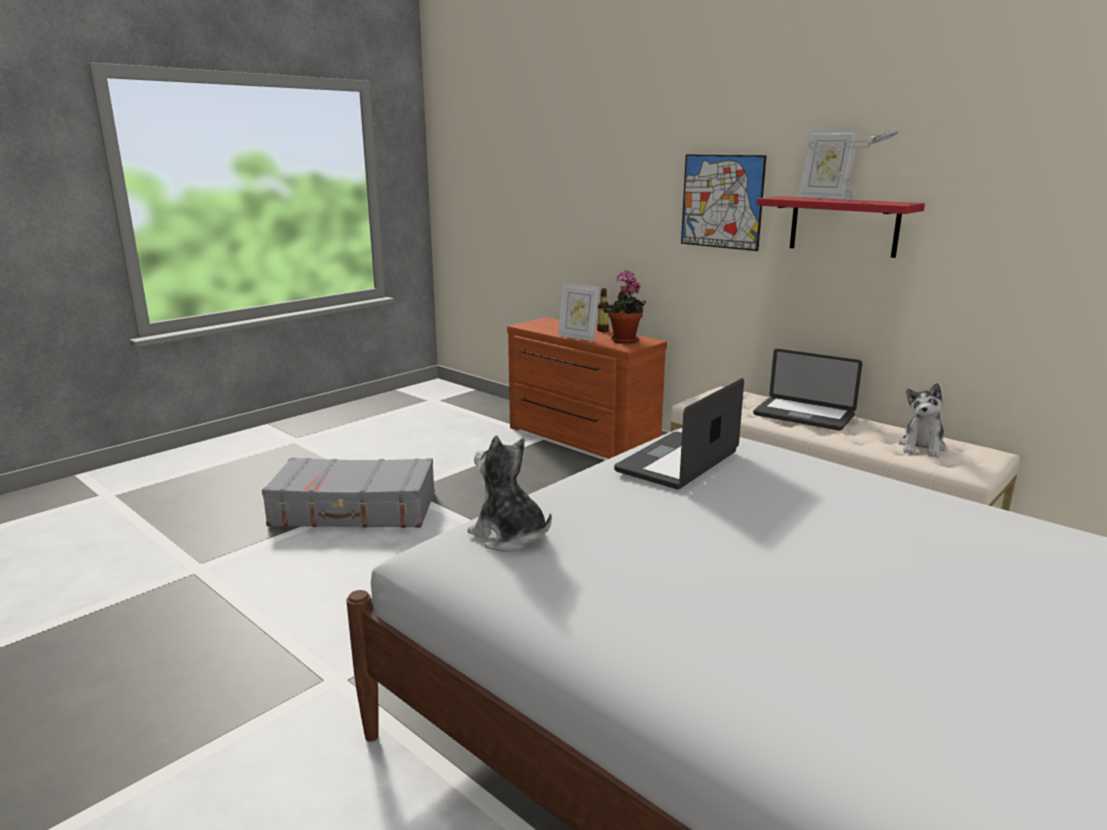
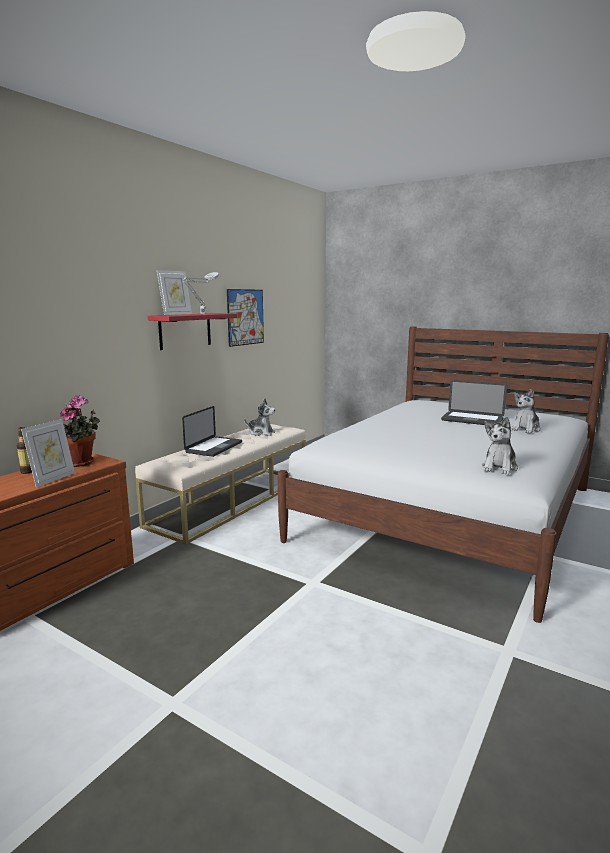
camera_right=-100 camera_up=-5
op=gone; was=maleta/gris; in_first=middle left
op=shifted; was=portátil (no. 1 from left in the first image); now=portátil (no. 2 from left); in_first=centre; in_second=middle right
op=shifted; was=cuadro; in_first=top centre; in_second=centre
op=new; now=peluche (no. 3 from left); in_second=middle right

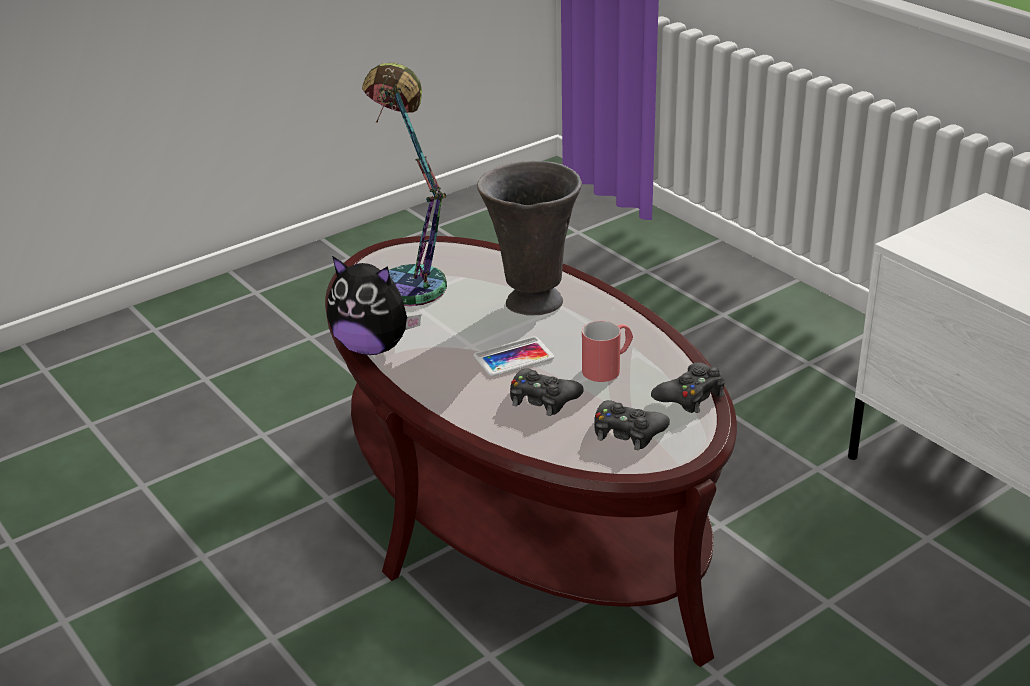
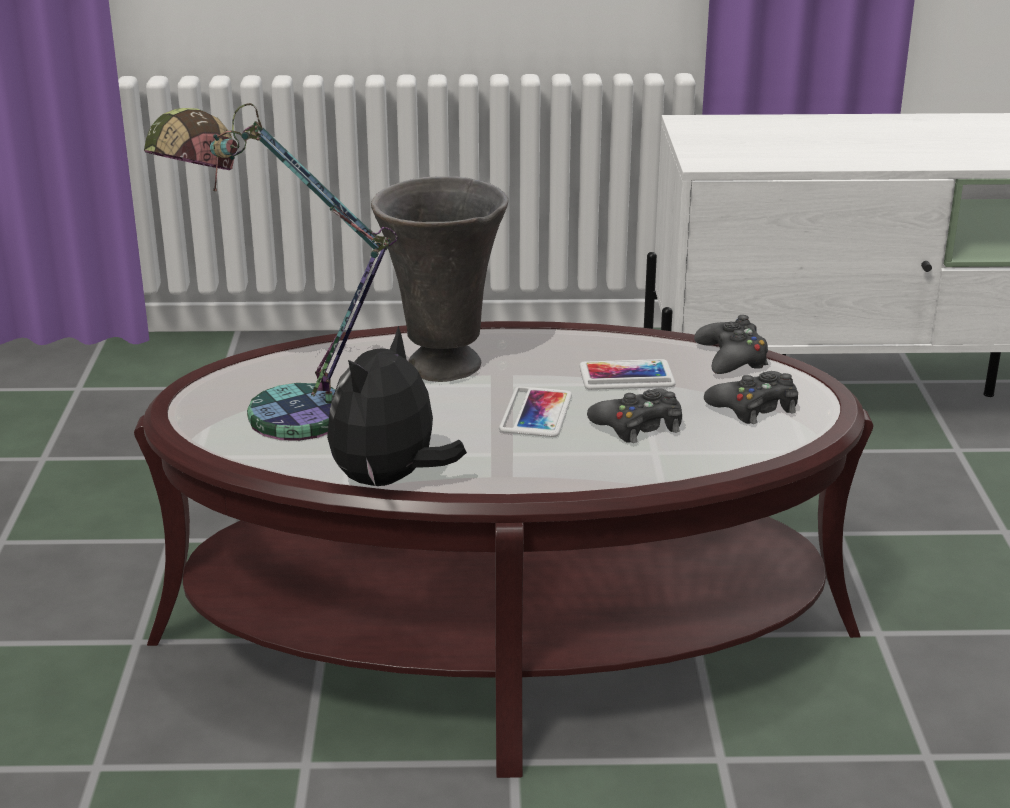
camera_right=-55 camera_up=-5
op=rotated; was=peluche; in_first=centre; in_second=centre; clockwise=150
op=swapped; was=taza grande/rojo; now=móvil (no. 2 from left); in_first=centre; in_second=centre

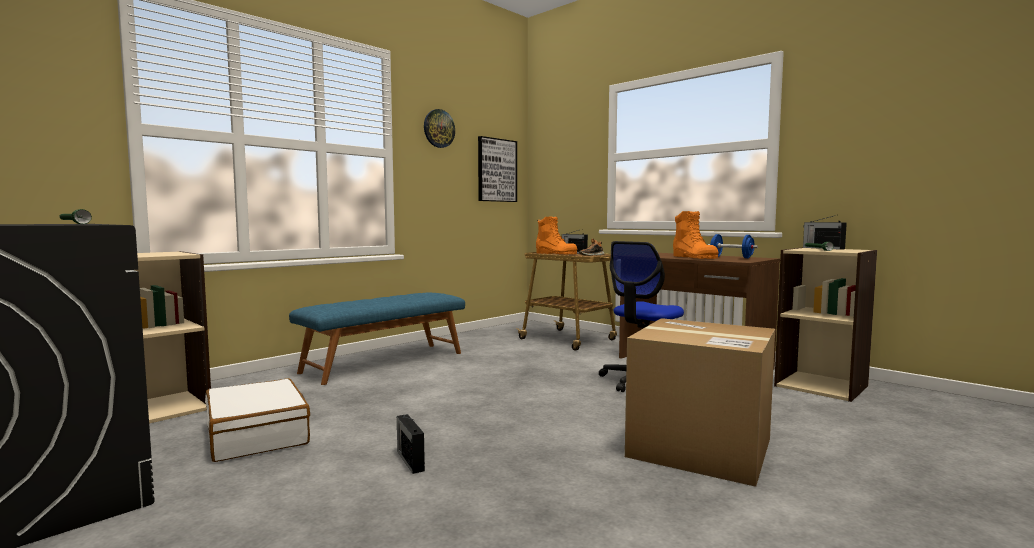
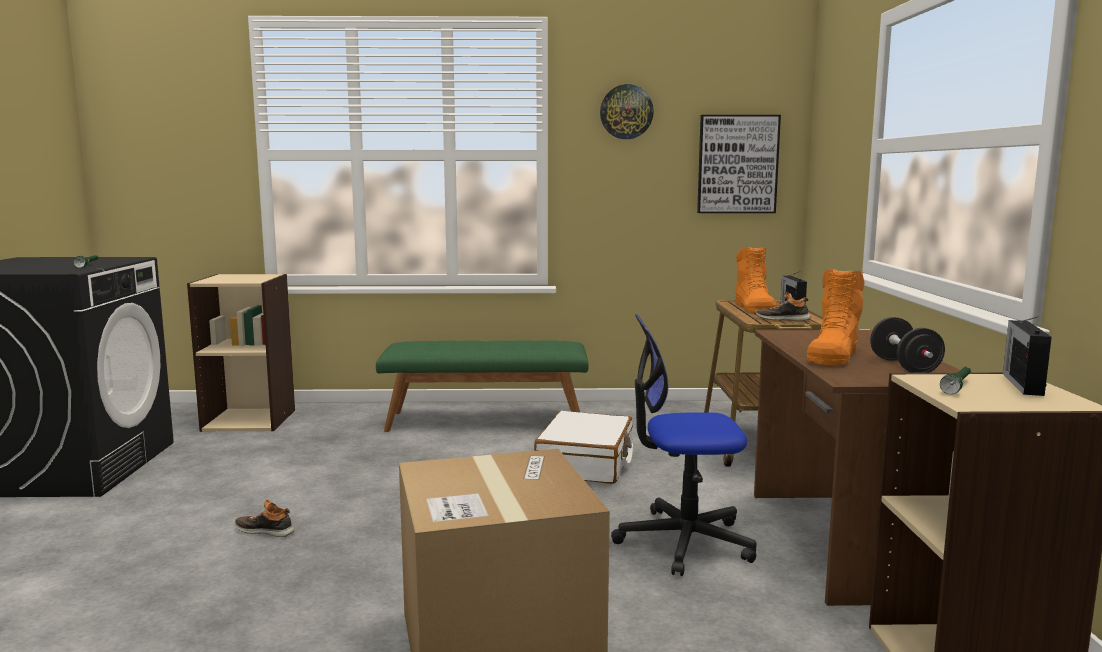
camera_right=45 camera_up=5
op=shifted; was=maleta/blanco; in_first=bottom left; in_second=bottom centre
op=repainted; was=banco/azul; now=banco/verde; in_first=centre; in_second=centre
op=swapped; was=radio (no. 1 from left); now=zapato (no. 1 from left); in_first=bottom centre; in_second=bottom left
op=repainted; was=mancuerna/azul; now=mancuerna/negro; in_first=middle right; in_second=middle right

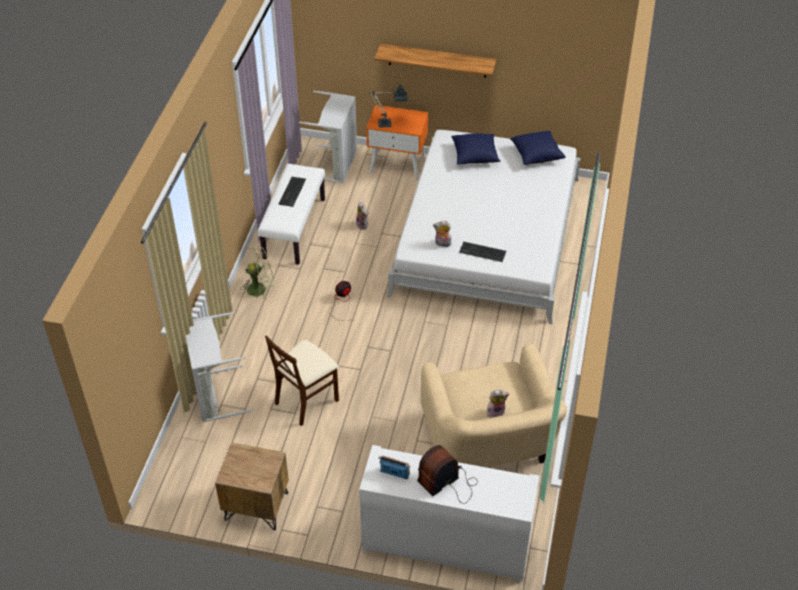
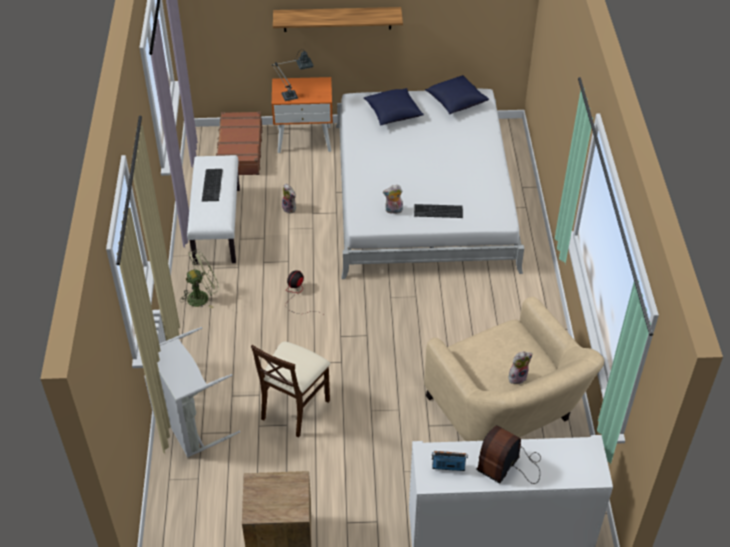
camera_right=-15 camera_up=0
op=swapped; was=cesto de la ropa/gris (no. 2 from left); now=maleta/marrón; in_first=top centre; in_second=top left

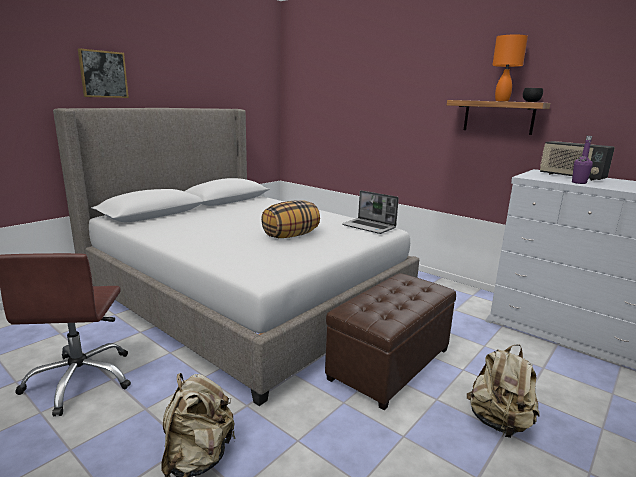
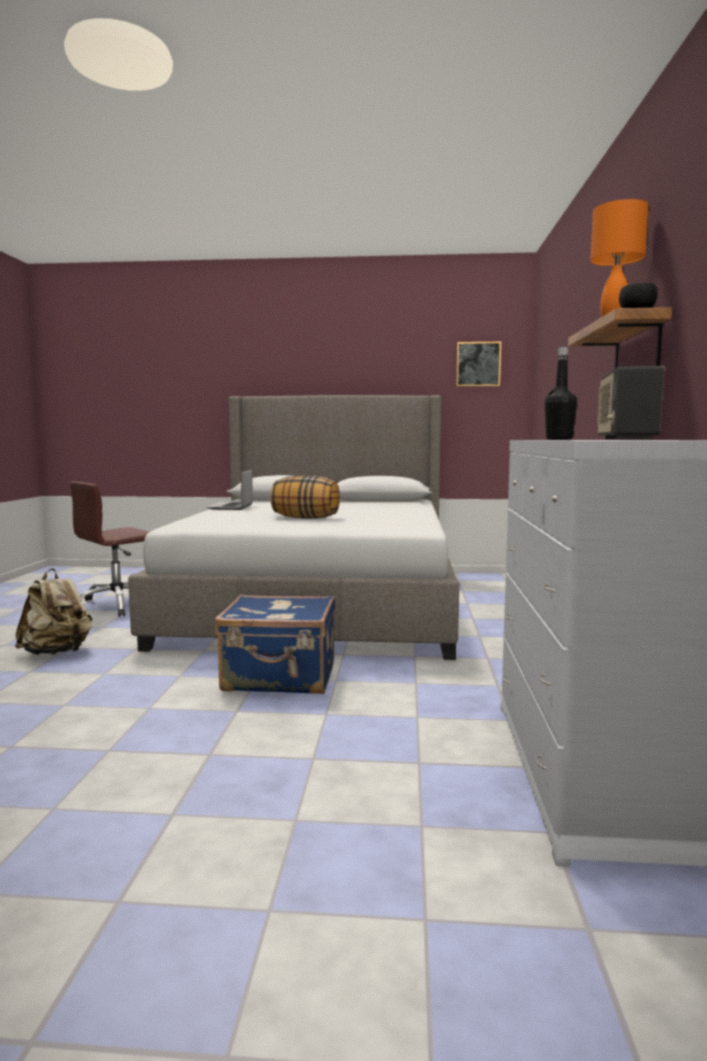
camera_right=55 camera_up=-10
op=shifted; was=cuadro; in_first=top left; in_second=middle right
op=swapped; was=puf/marrón; now=maleta/azul; in_first=bottom centre; in_second=centre
op=shifted; was=portátil; in_first=centre; in_second=middle left
op=gone; was=mochila/beis (no. 2 from left); in_first=bottom right
op=repainted; was=botella/morado; now=botella/negro; in_first=middle right; in_second=middle right

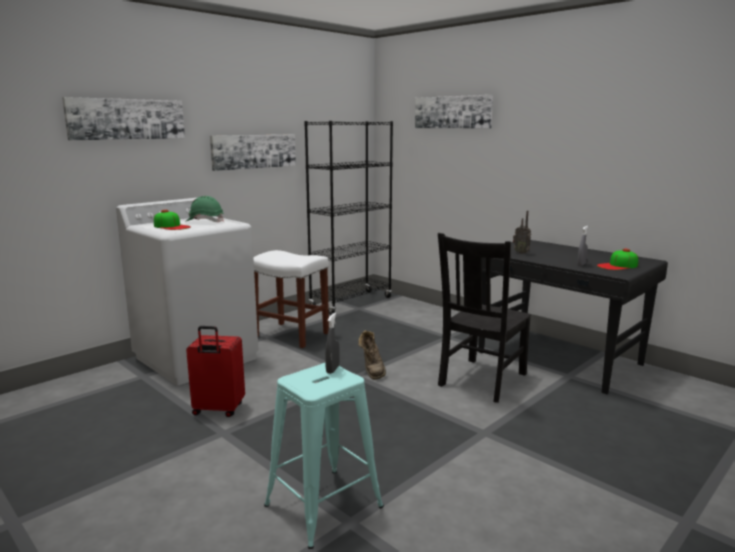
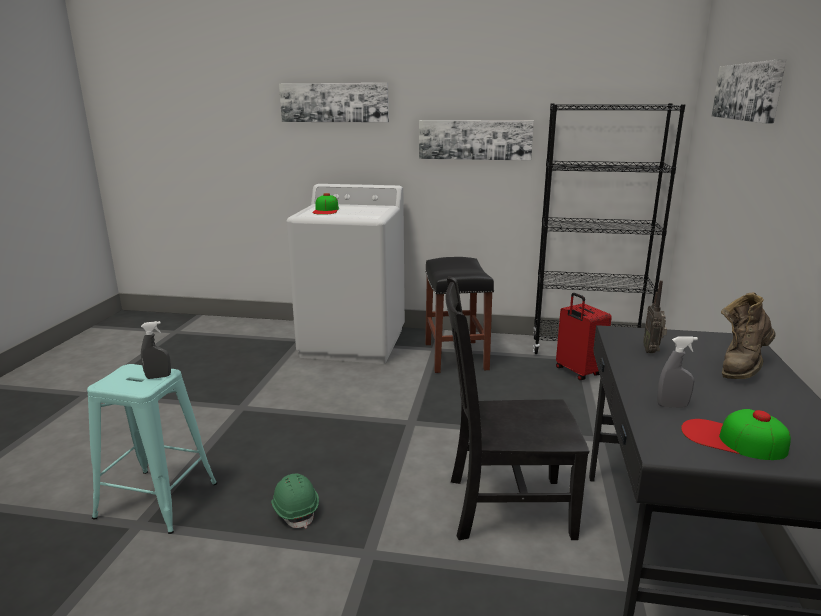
camera_right=55 camera_up=5
op=shifted; was=casco/verde; in_first=middle left; in_second=bottom centre
op=shifted; was=maleta/rojo; in_first=bottom left; in_second=middle right
op=repainted; was=taburete/blanco; now=taburete/negro; in_first=centre; in_second=centre
op=shifted; was=bota/marrón; in_first=centre; in_second=middle right

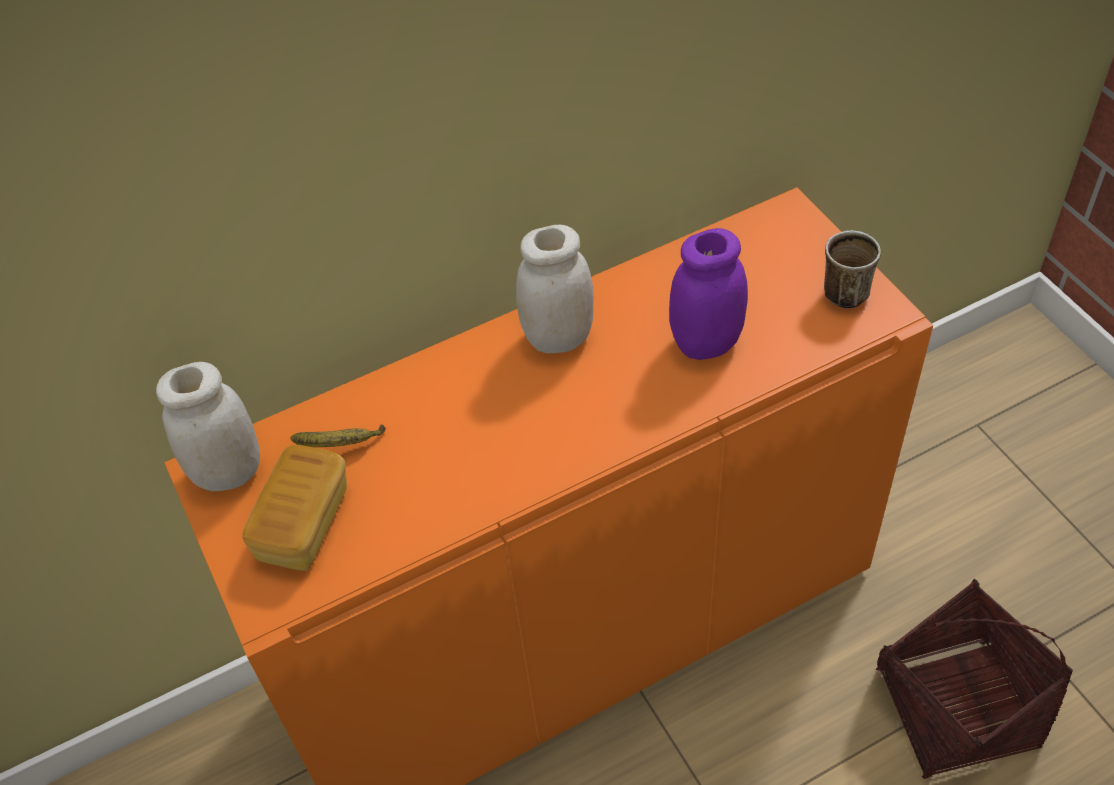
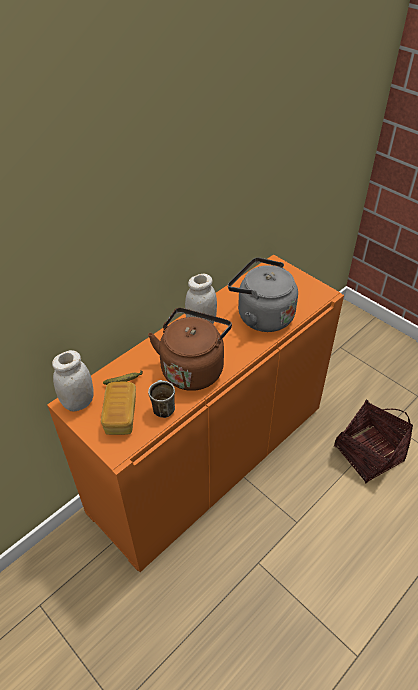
camera_right=-20 camera_up=-5
op=swapped; was=tarro/morado; now=hervidor/gris; in_first=centre; in_second=centre
op=shifted; was=taza grande; in_first=middle right; in_second=centre
op=new; now=hervidor/marrón; in_second=centre

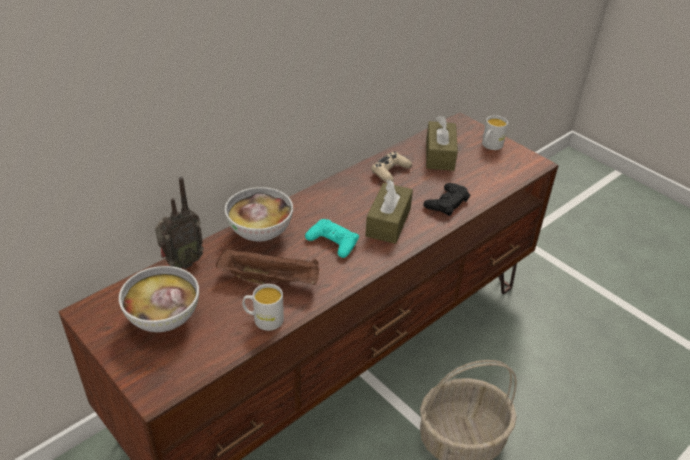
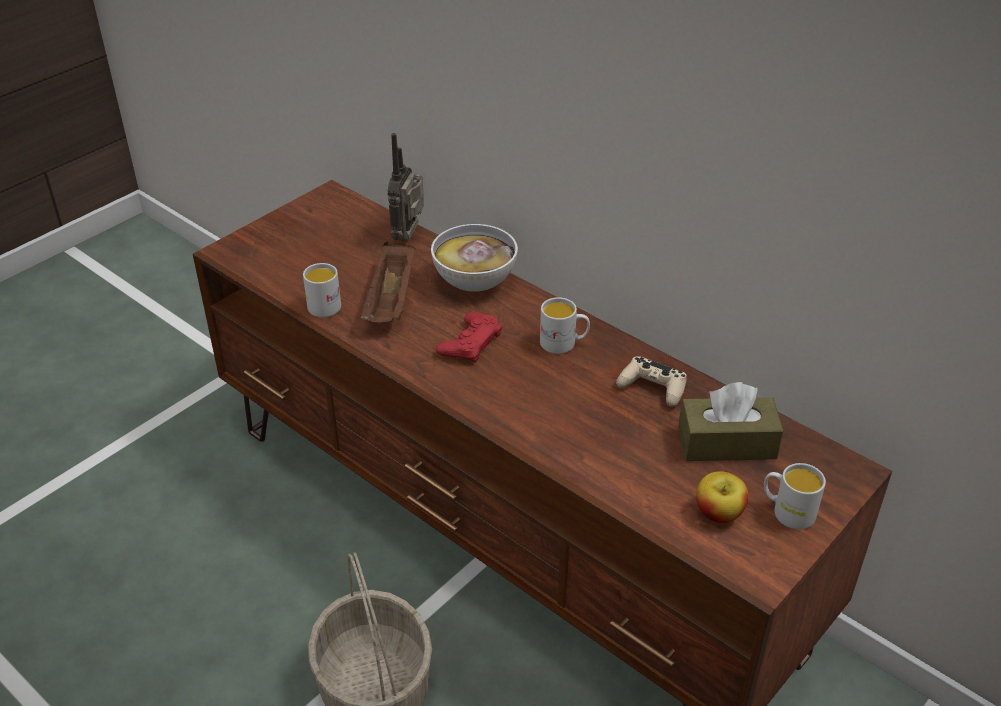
camera_right=85 camera_up=0
op=gone; was=cuenco (no. 1 from left); in_first=middle left
op=rotated; was=radio; in_first=middle left; in_second=top centre; clockwise=60
op=repainted; was=mando de consola/turquesa; now=mando de consola/rojo; in_first=centre; in_second=centre
op=gone; was=caja de pañuelos/marrón (no. 1 from left); in_first=centre
op=gone; was=mando de consola/negro; in_first=centre
op=new; now=taza grande/blanco (no. 2 from left); in_second=centre
op=new; now=manzana; in_second=bottom right

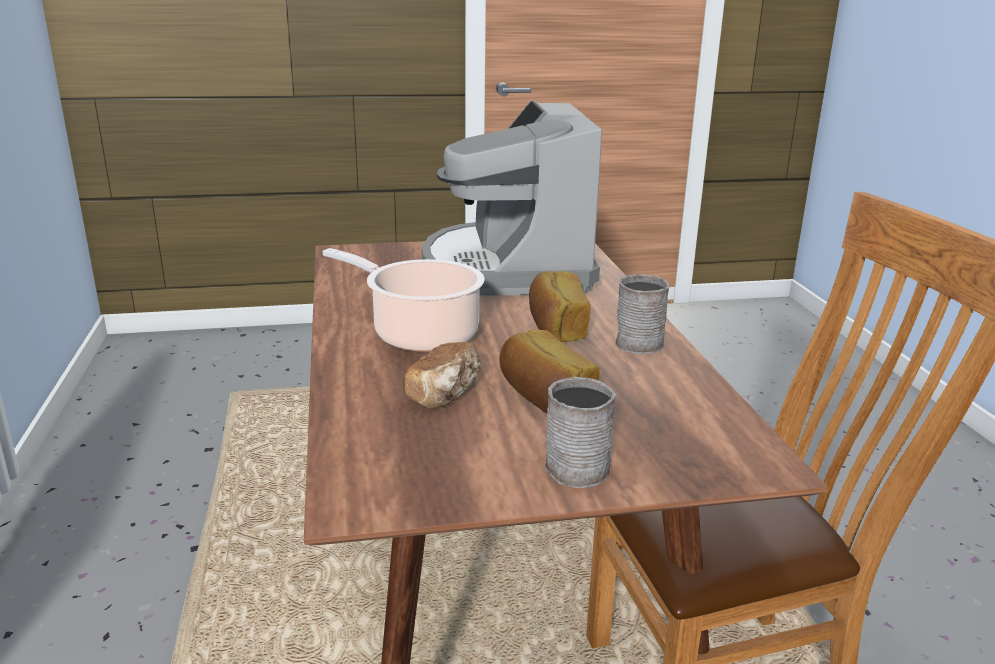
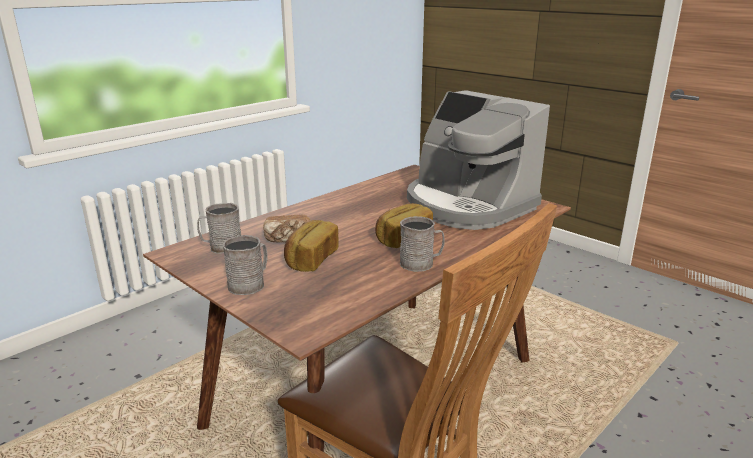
camera_right=55 camera_up=0
op=gone; was=olla; in_first=centre
op=rotated; was=cafetera; in_first=top centre; in_second=centre; clockwise=-90
op=new; now=taza grande/gris (no. 1 from left); in_second=middle left

